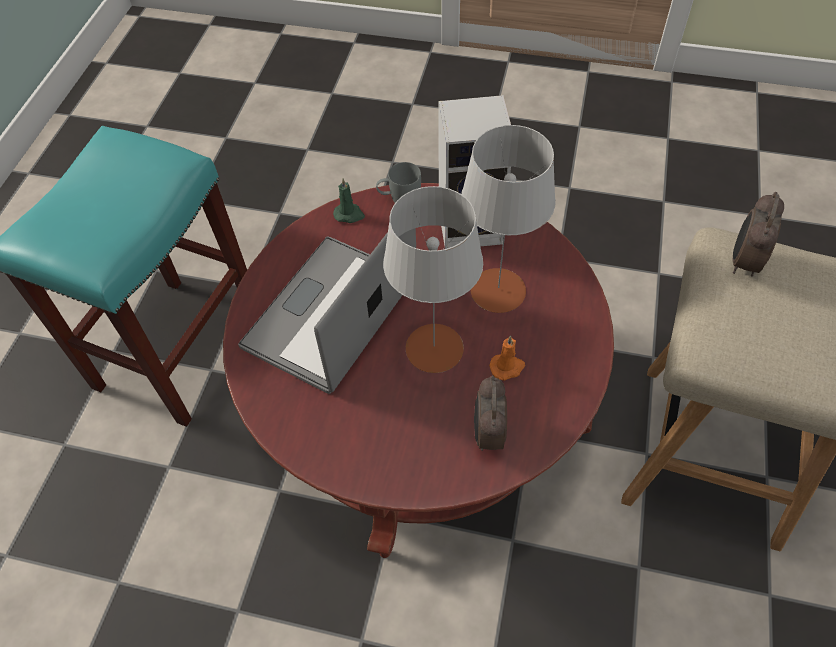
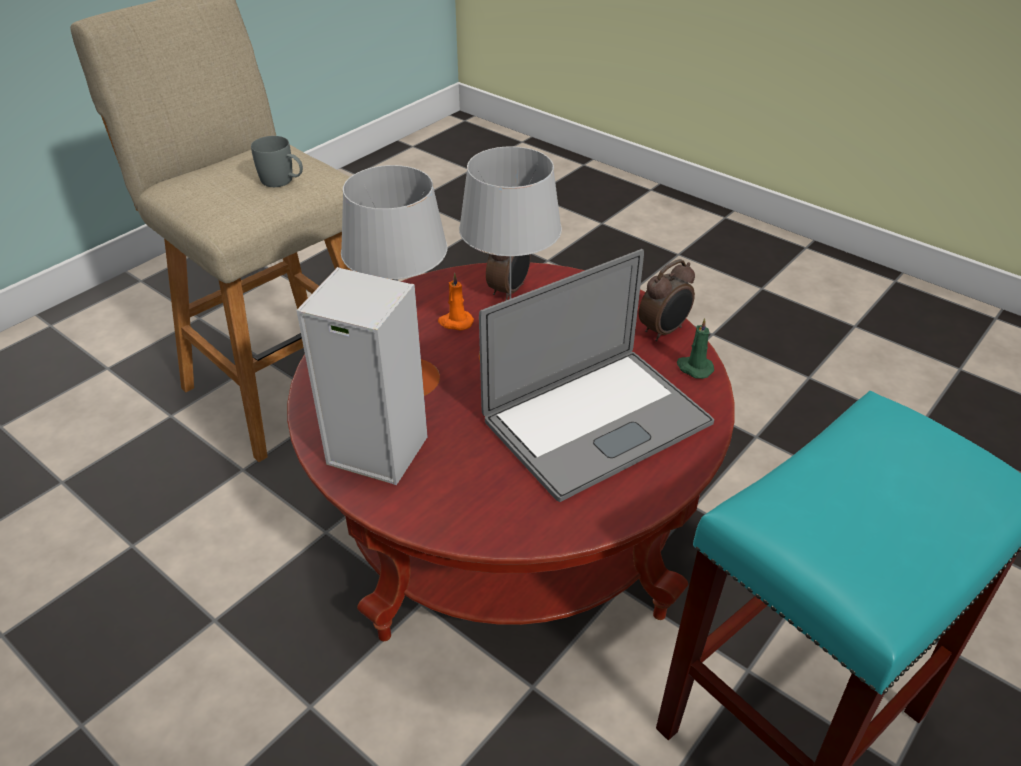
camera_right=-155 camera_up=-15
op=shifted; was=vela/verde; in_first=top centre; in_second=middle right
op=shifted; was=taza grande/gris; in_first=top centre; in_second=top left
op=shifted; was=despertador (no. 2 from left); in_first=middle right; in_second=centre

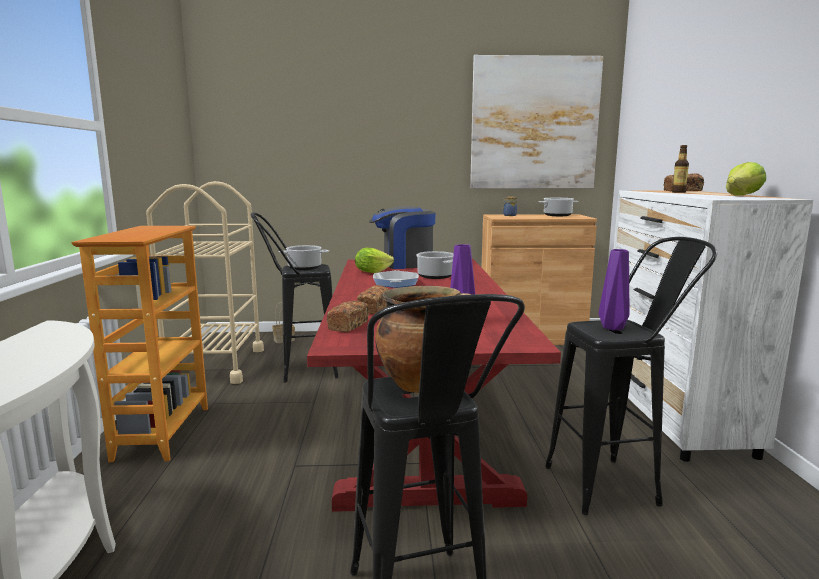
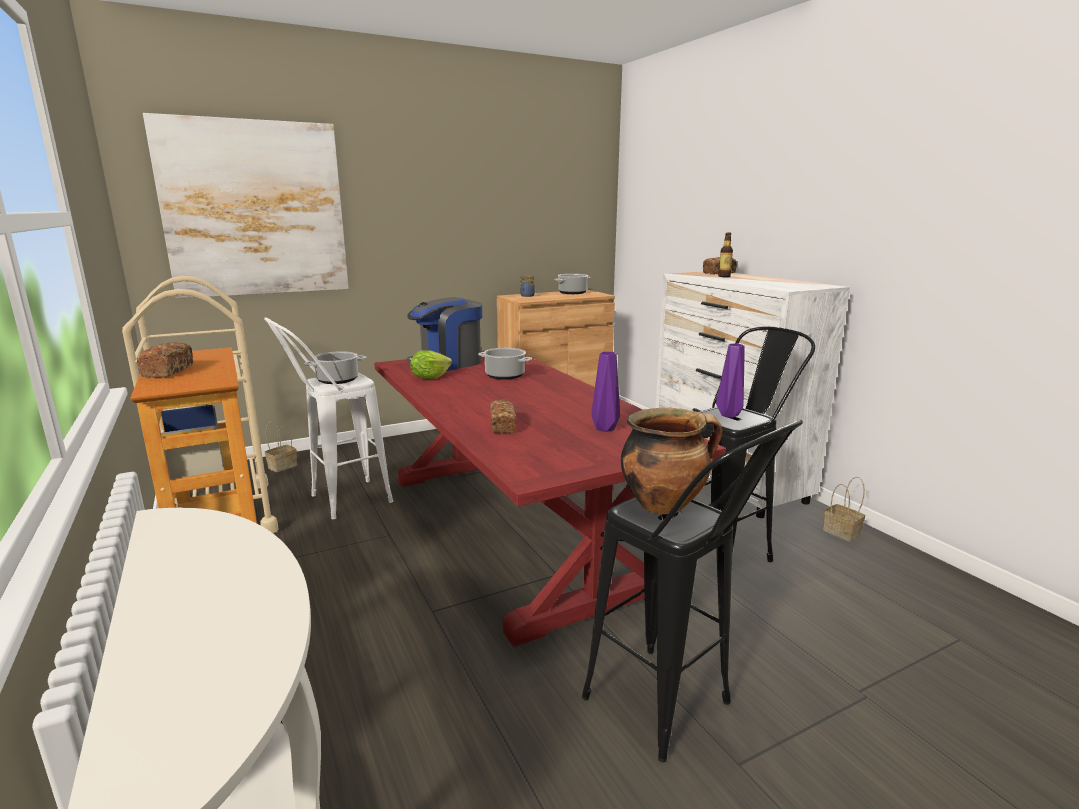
camera_right=-25 camera_up=5
op=repainted; was=taburete/negro (no. 1 from left); now=taburete/blanco; in_first=centre; in_second=middle left
op=shifted; was=pan (no. 1 from left); in_first=centre; in_second=middle left
op=gone; was=sartén; in_first=centre
op=shifted; was=cuadro; in_first=top centre; in_second=top left
op=gone; was=lechuga (no. 2 from left); in_first=top right
op=new; now=cesta (no. 2 from left); in_second=middle right

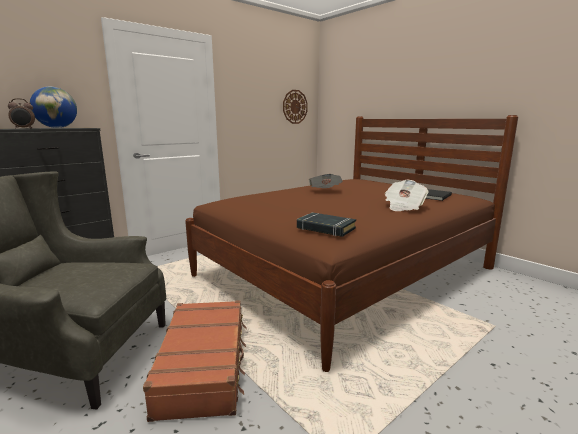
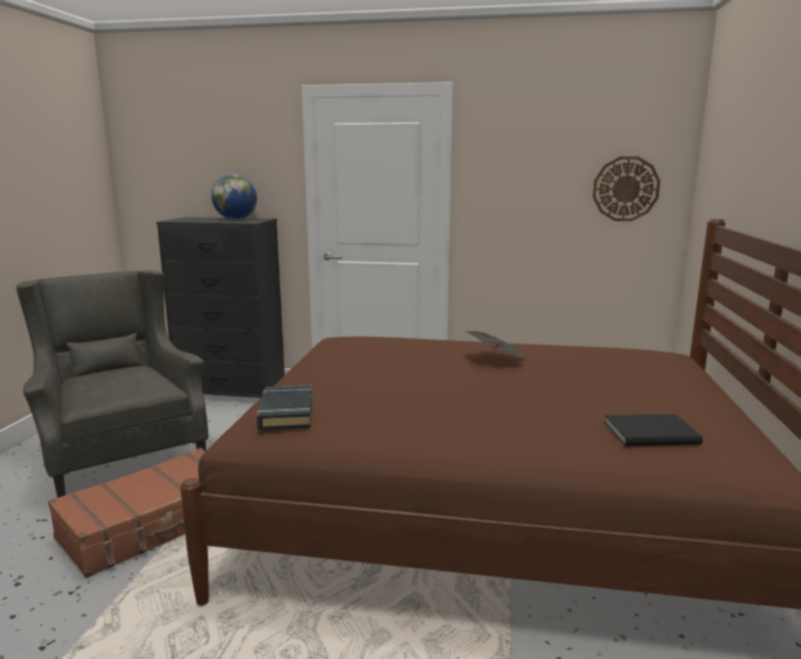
camera_right=50 camera_up=0
op=gone; was=despertador; in_first=top left
op=gone; was=periódico (no. 2 from left); in_first=middle right

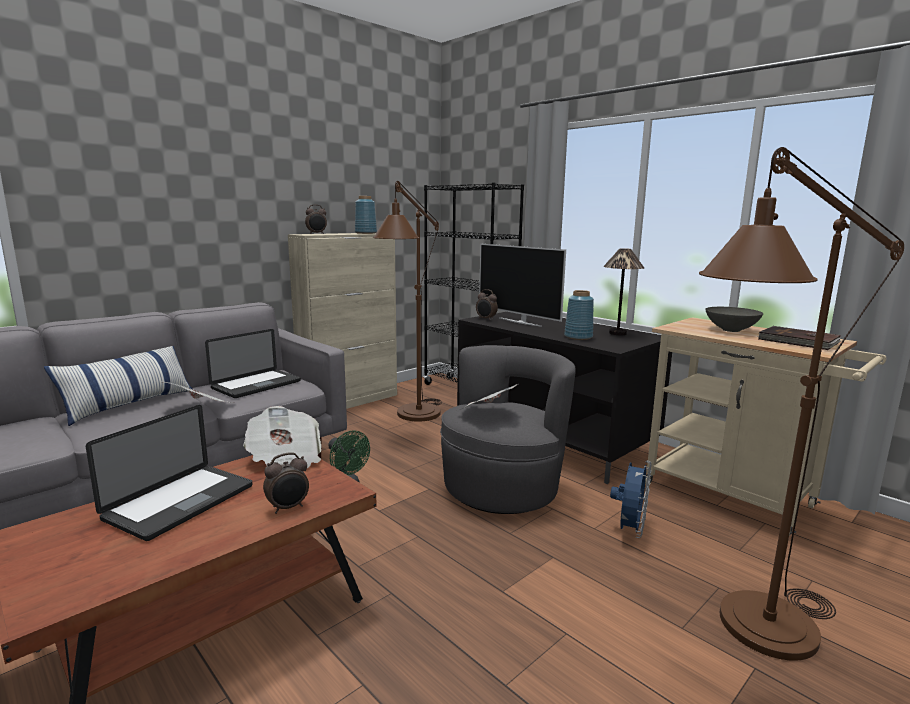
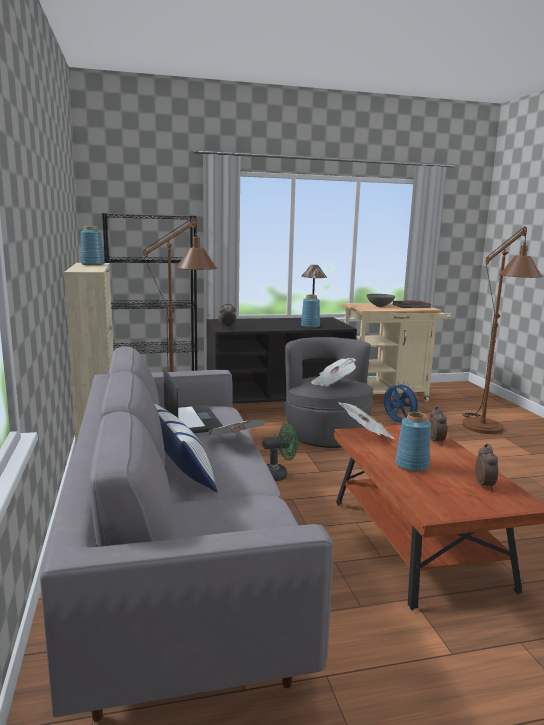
camera_right=-60 camera_up=0
op=swapped; was=portátil (no. 1 from left); now=florero/azul (no. 3 from left); in_first=bottom left; in_second=middle right
op=shifted; was=despertador (no. 2 from left in the first image); now=despertador (no. 3 from left); in_first=top centre; in_second=middle right
op=gone; was=televisor; in_first=centre

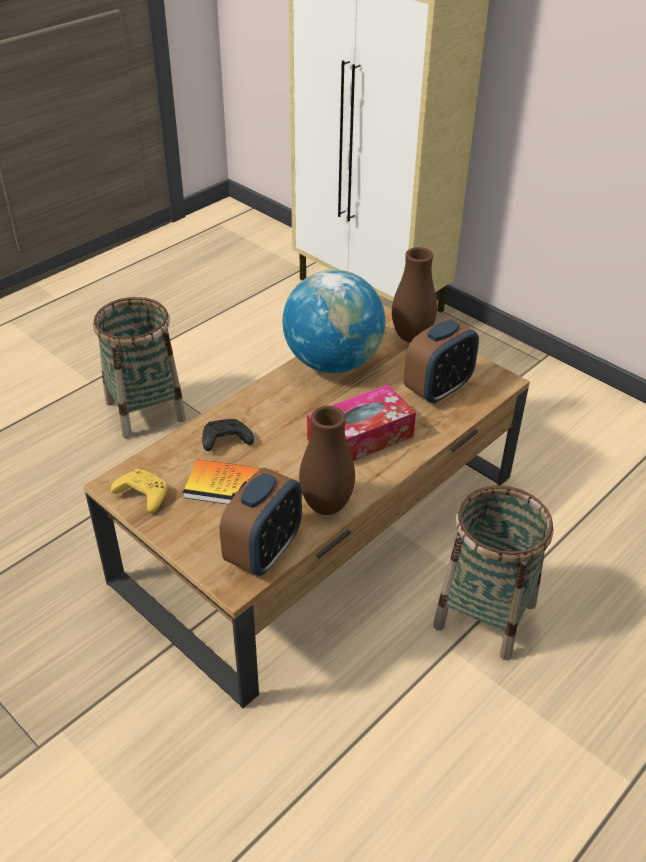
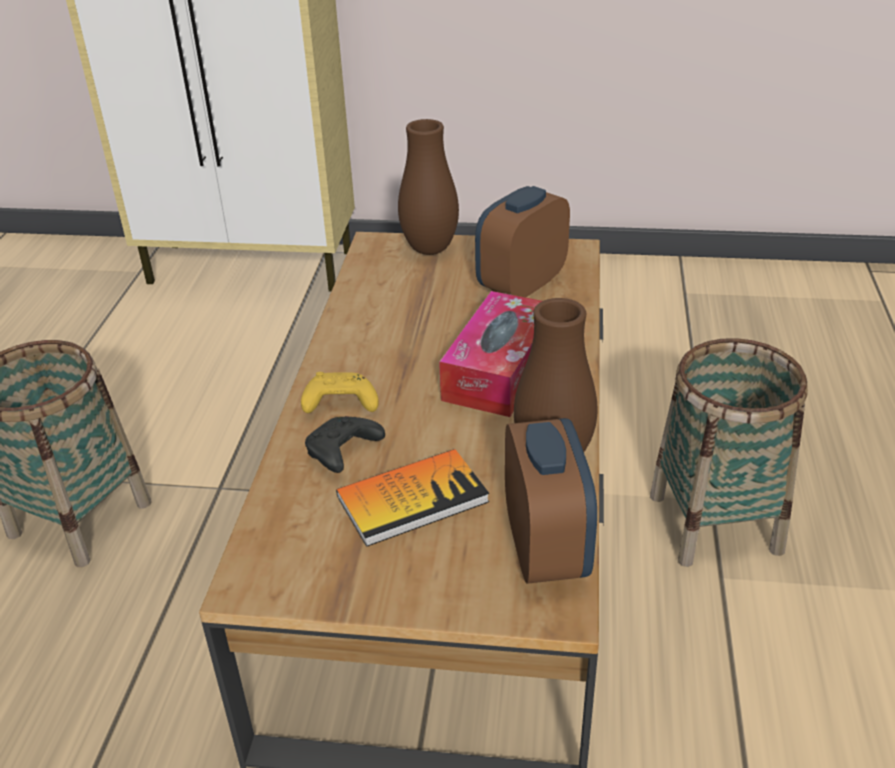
camera_right=-35 camera_up=-5
op=shifted; was=mando de consola/amarillo; in_first=middle left; in_second=centre
op=gone; was=globo terráqueo; in_first=centre
op=rotated; was=despertador (no. 2 from left in the first image); in_first=middle right; in_second=top centre; clockwise=-150

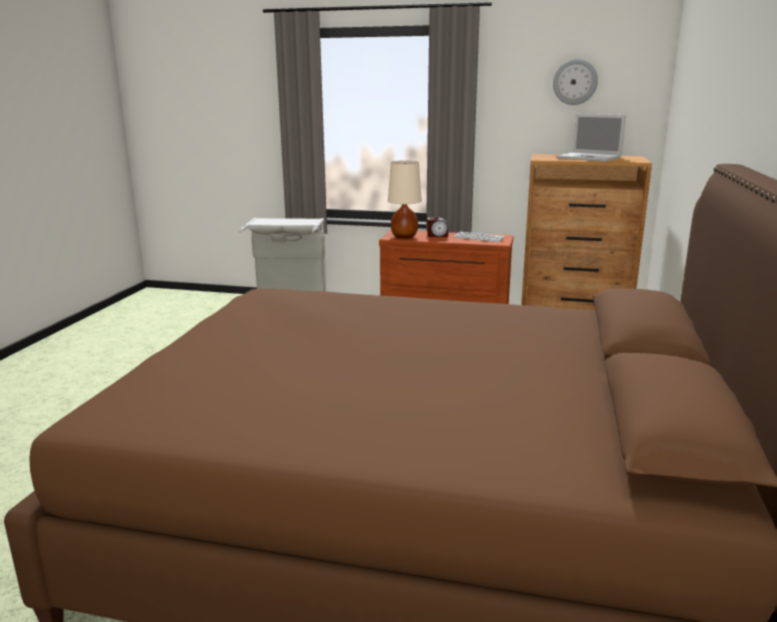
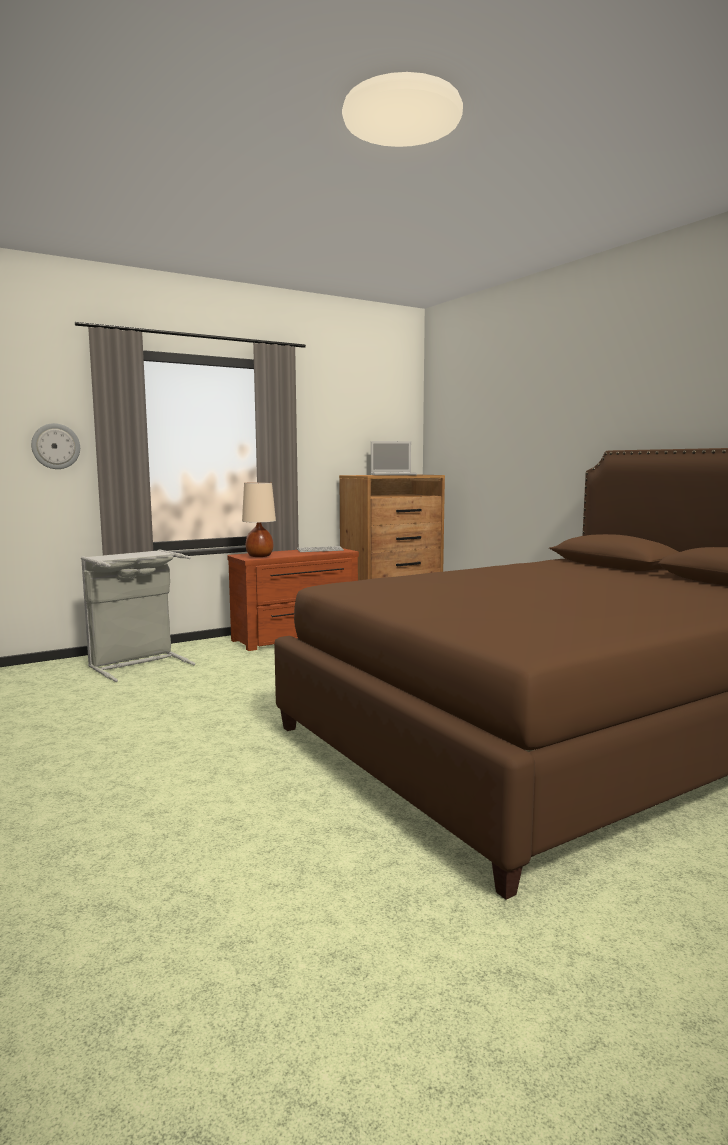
camera_right=-45 camera_up=-10
op=gone; was=despertador; in_first=centre
op=shifted; was=reloj de pared; in_first=top right; in_second=middle left

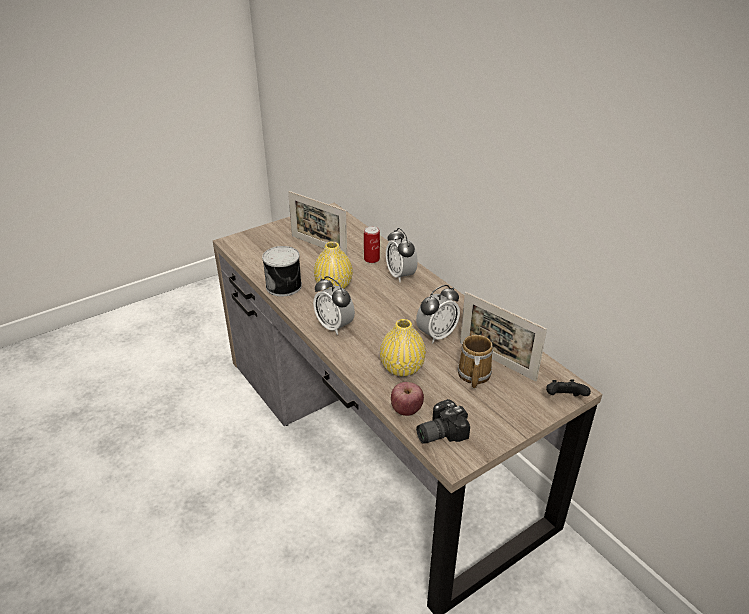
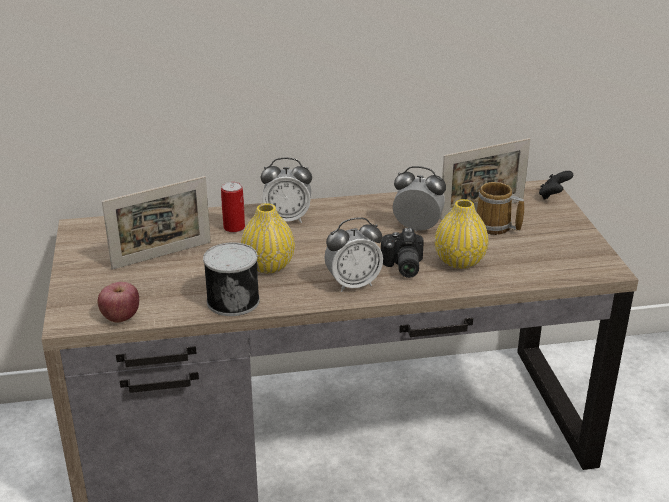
camera_right=-65 camera_up=-5
op=shifted; was=manzana; in_first=centre; in_second=middle left
op=rotated; was=despertador (no. 3 from left); in_first=centre; in_second=centre; clockwise=-60
op=shifted; was=cámara; in_first=bottom centre; in_second=centre

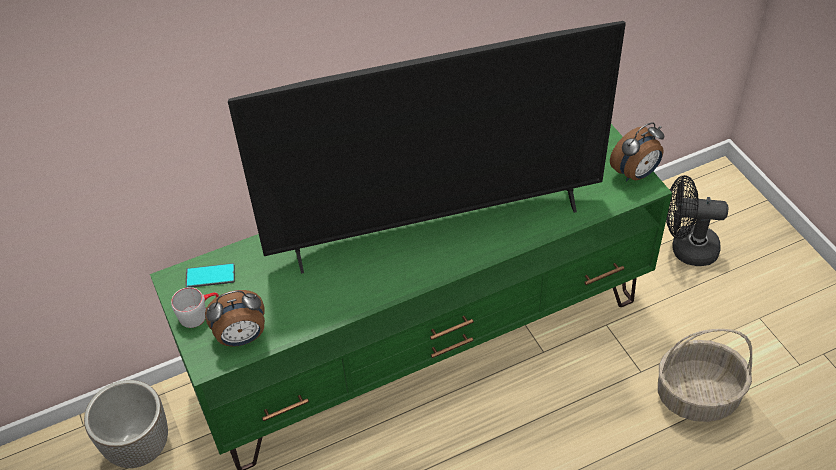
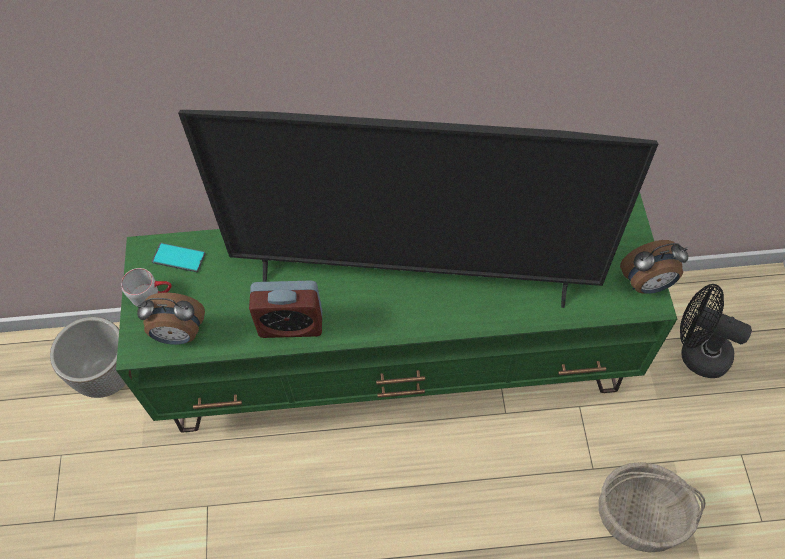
camera_right=20 camera_up=10
op=new; now=despertador (no. 2 from left); in_second=centre

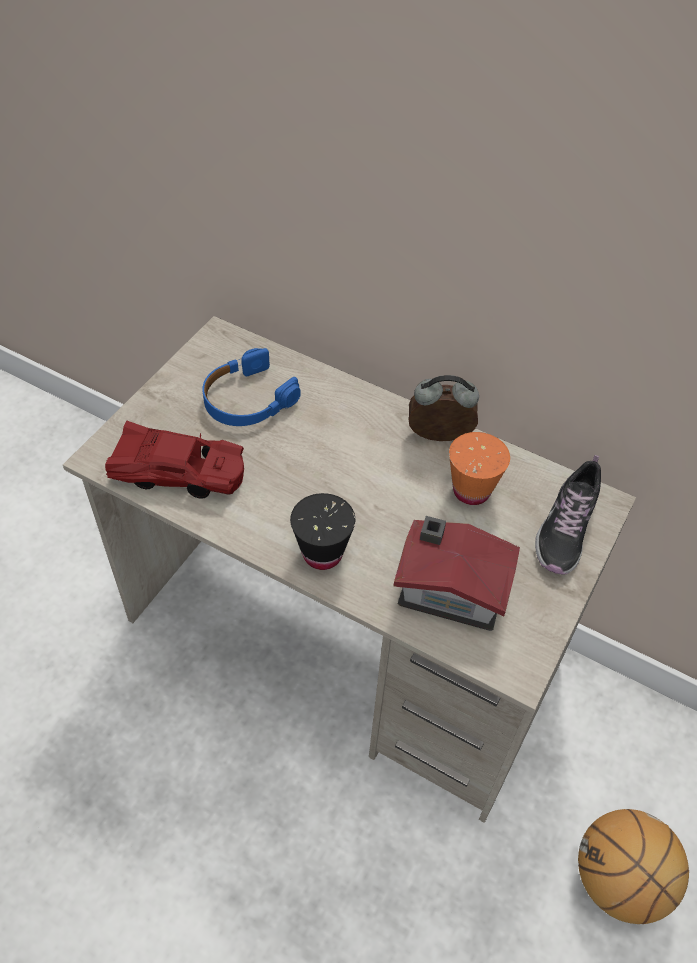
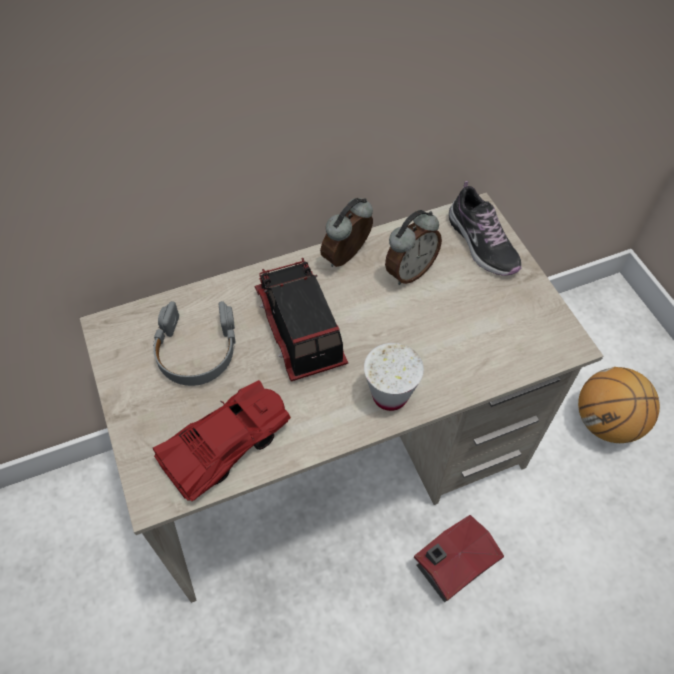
camera_right=-50 camera_up=5
op=repainted; was=auriculares/azul; now=auriculares/gris; in_first=centre; in_second=middle left
op=repainted; was=taza/negro; now=taza/blanco; in_first=centre; in_second=centre
op=shifted; was=casita; in_first=centre; in_second=bottom right
op=swapped; was=taza/naranja; now=despertador (no. 2 from left); in_first=middle right; in_second=centre
op=new; now=camión de juguete; in_second=centre

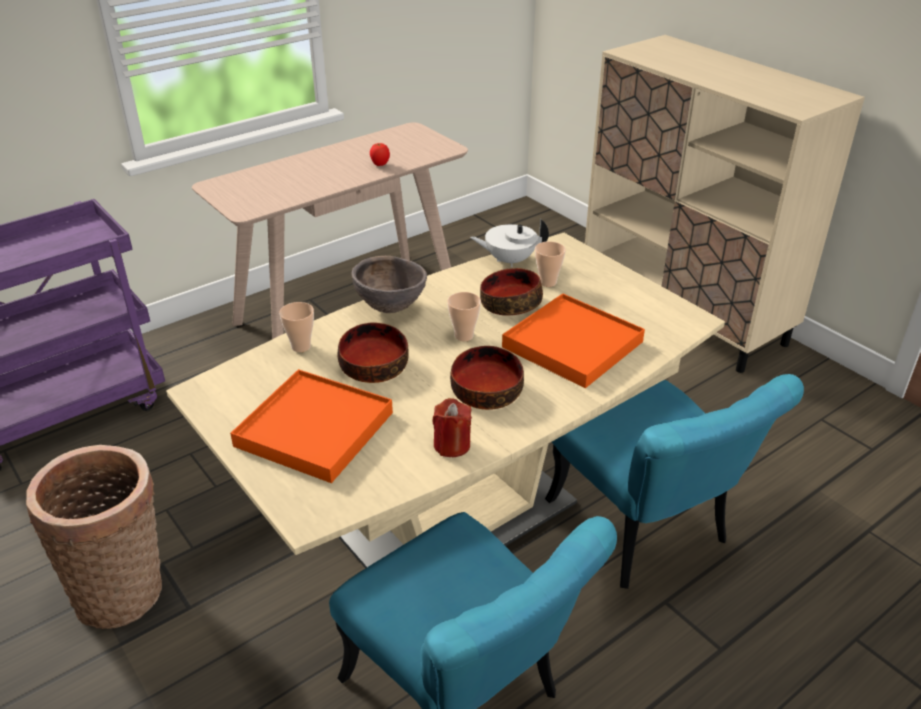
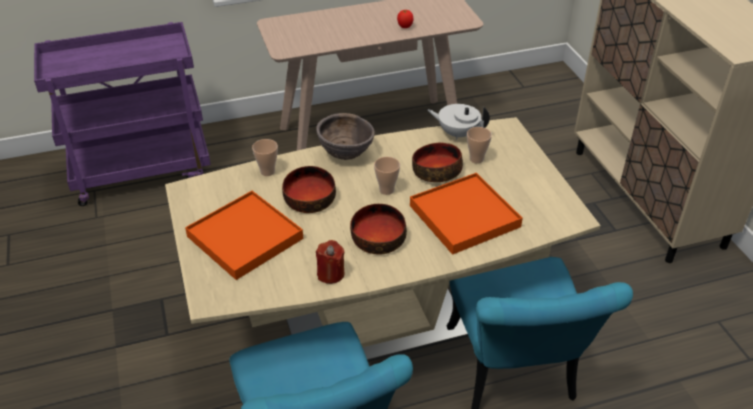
camera_right=20 camera_up=5
op=gone; was=cesta; in_first=bottom left

